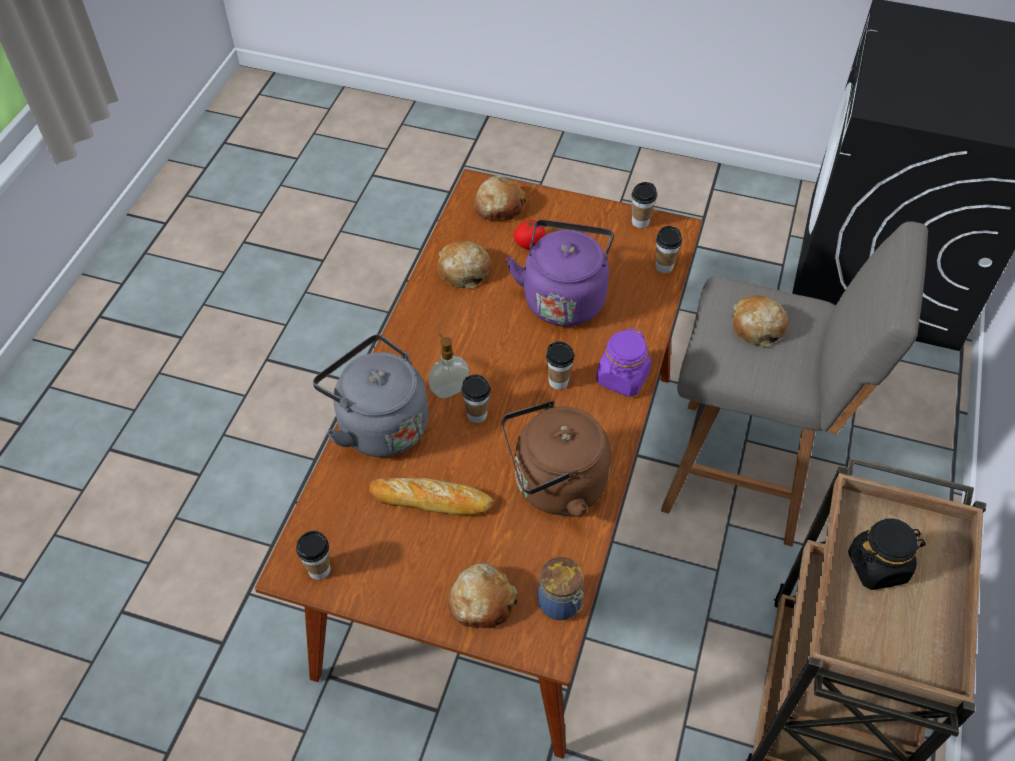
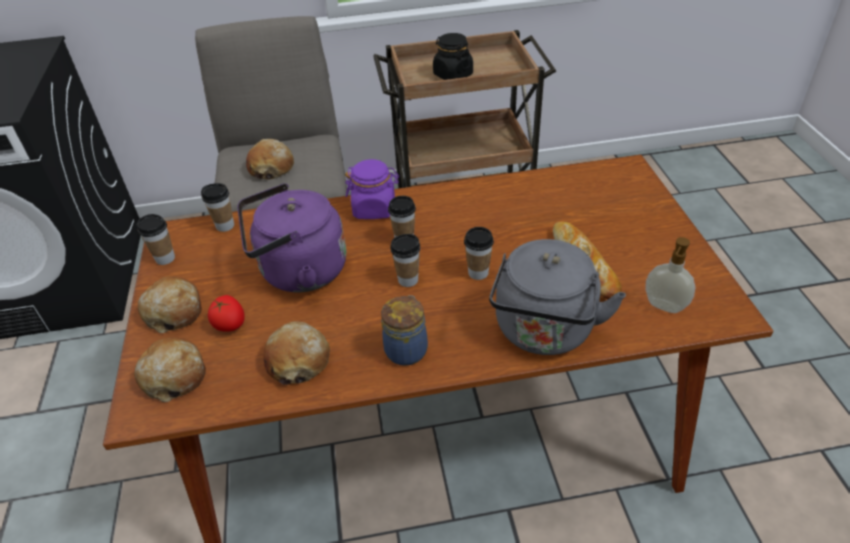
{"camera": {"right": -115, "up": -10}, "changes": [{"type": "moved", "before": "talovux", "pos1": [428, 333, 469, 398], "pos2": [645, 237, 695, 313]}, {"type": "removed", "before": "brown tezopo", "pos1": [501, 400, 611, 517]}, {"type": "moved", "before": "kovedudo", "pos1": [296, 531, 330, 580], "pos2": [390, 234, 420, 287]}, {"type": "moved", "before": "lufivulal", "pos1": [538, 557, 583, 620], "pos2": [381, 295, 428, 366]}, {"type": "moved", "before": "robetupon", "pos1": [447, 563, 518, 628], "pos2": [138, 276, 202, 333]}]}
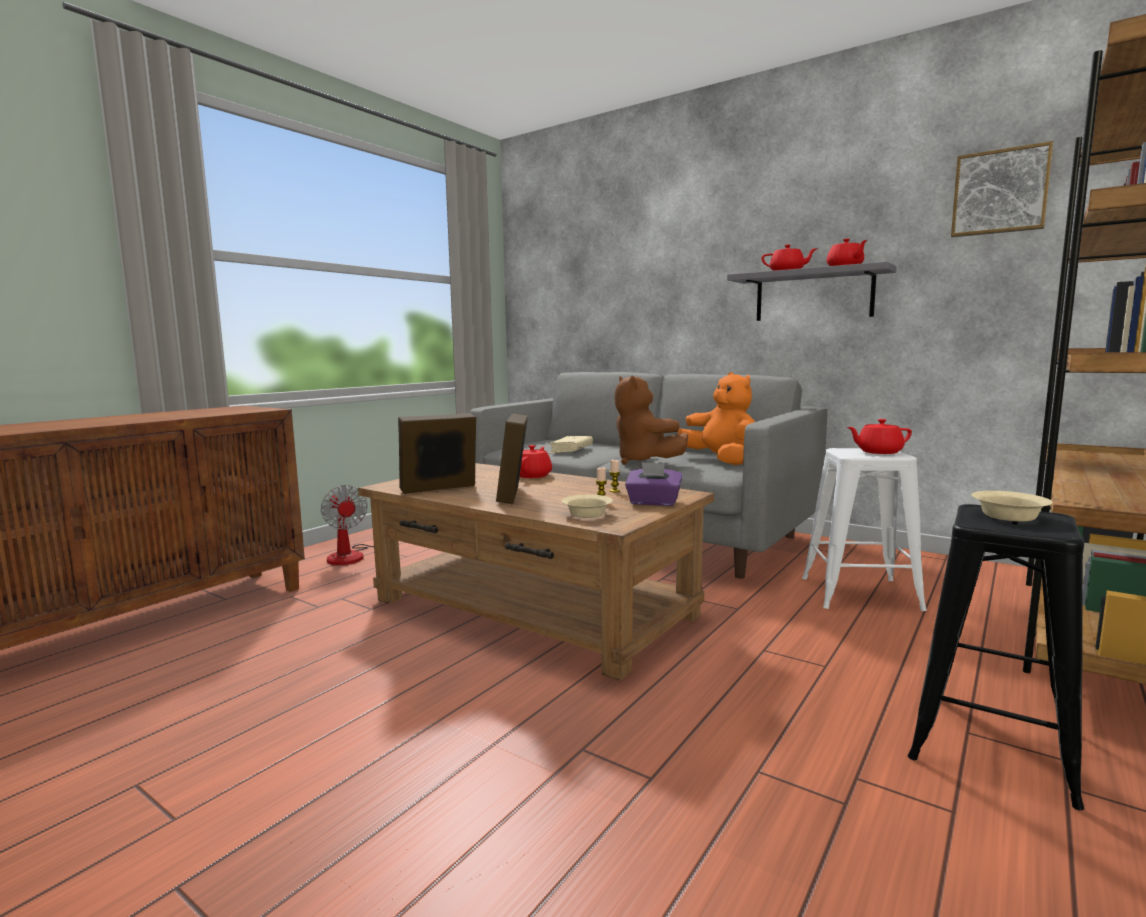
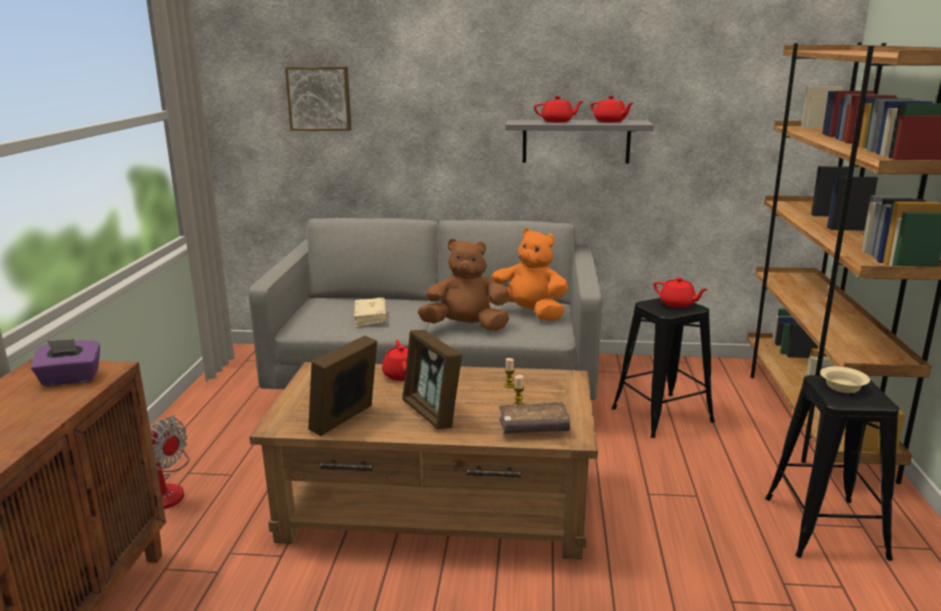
{"camera": {"right": -30, "up": 10}, "changes": [{"type": "moved", "before": "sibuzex", "pos1": [951, 141, 1053, 237], "pos2": [285, 67, 351, 131]}, {"type": "turned", "before": "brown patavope", "pos1": [614, 375, 688, 465], "pos2": [418, 238, 509, 331], "turn": 150}, {"type": "turned", "before": "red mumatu", "pos1": [847, 419, 912, 454], "pos2": [654, 277, 708, 308], "turn": -105}, {"type": "recoloured", "before": "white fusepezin", "after": "black fusepezin", "pos1": [802, 448, 927, 611], "pos2": [612, 298, 715, 438]}, {"type": "moved", "before": "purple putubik", "pos1": [625, 462, 683, 506], "pos2": [31, 339, 100, 386]}, {"type": "replaced", "before": "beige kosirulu", "after": "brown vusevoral", "pos1": [562, 495, 613, 518], "pos2": [499, 402, 570, 434]}]}
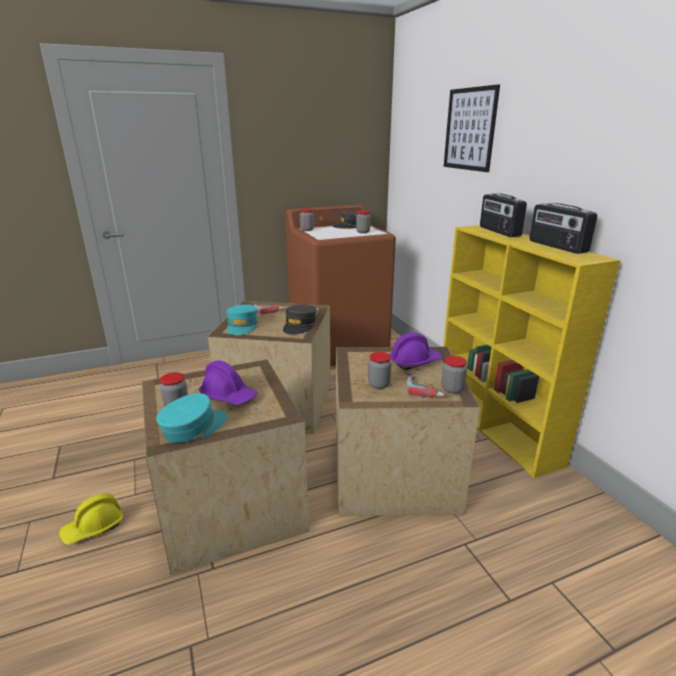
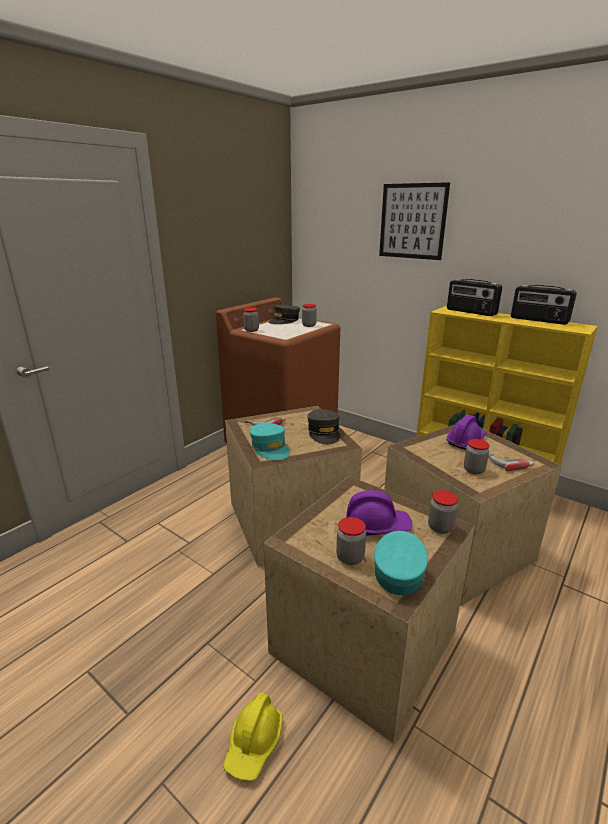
{"camera": {"right": -30, "up": 0}, "changes": [{"type": "moved", "before": "lufivulal", "pos1": [441, 356, 467, 394], "pos2": [428, 490, 458, 534]}]}
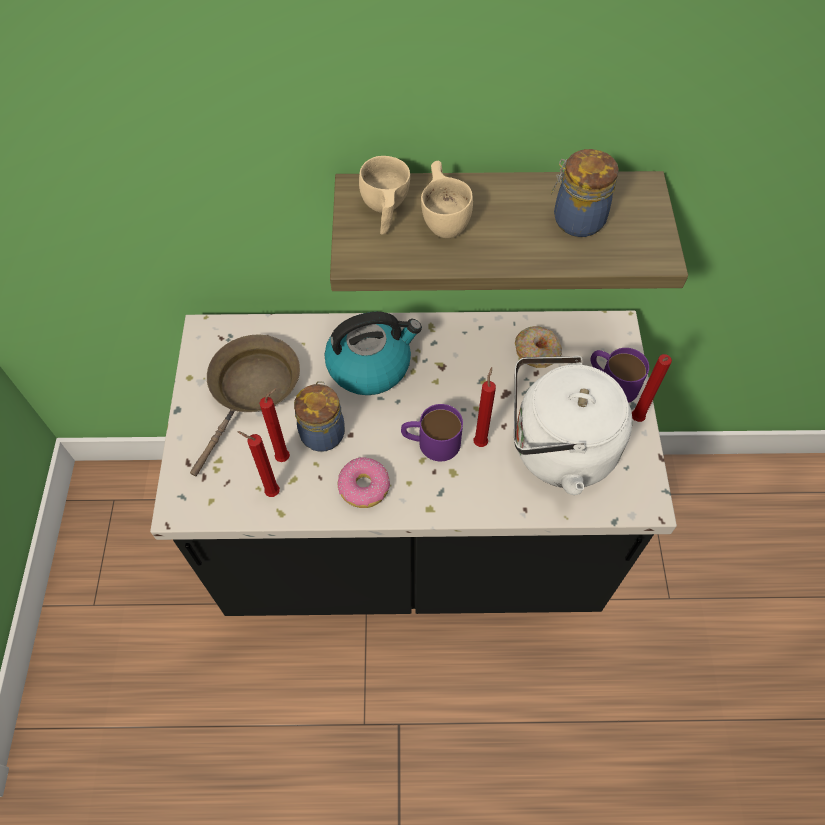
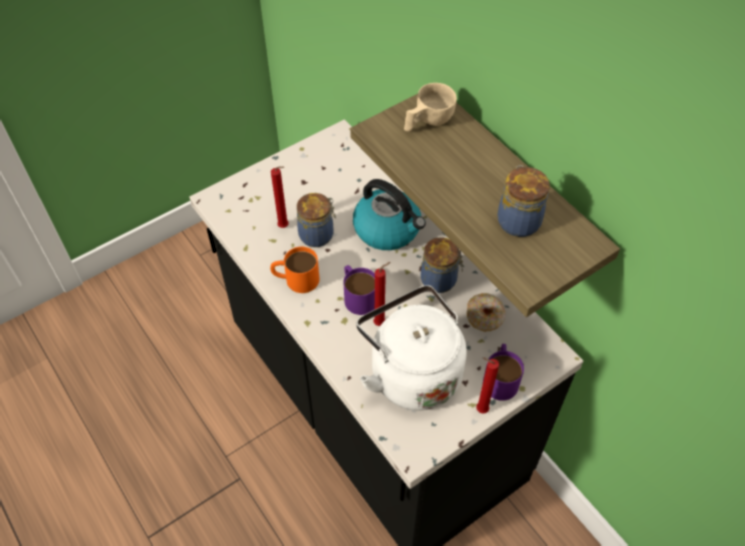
{"camera": {"right": 55, "up": -5}, "changes": [{"type": "removed", "before": "beige kovedudo", "pos1": [421, 161, 473, 238]}, {"type": "removed", "before": "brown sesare", "pos1": [190, 335, 300, 477]}, {"type": "removed", "before": "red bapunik", "pos1": [237, 431, 280, 497]}, {"type": "replaced", "before": "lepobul", "after": "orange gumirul", "pos1": [338, 457, 390, 508], "pos2": [270, 247, 320, 293]}, {"type": "added", "after": "lufivulal", "pos2": [421, 237, 464, 293]}]}
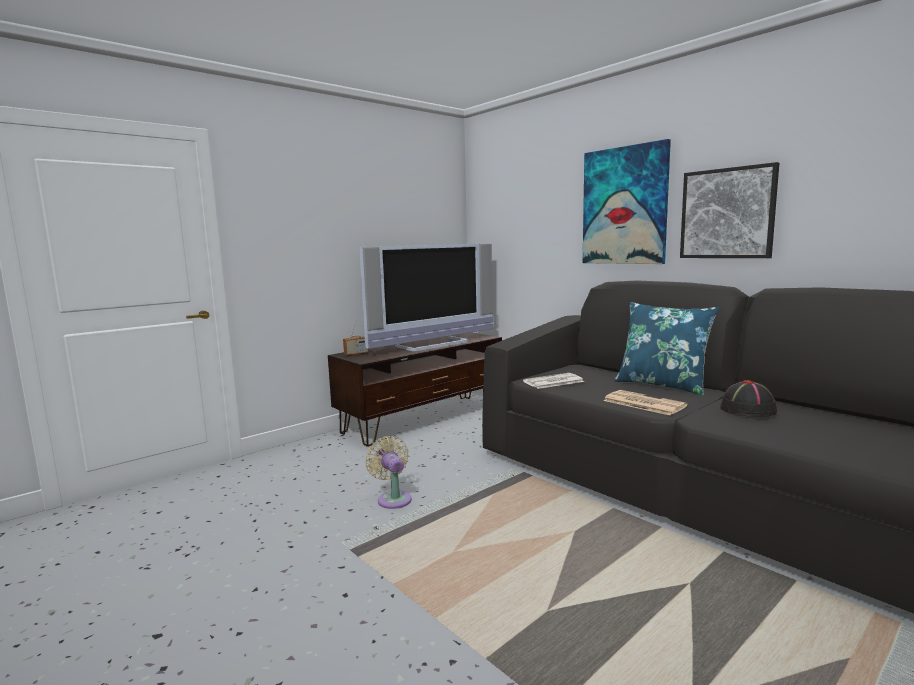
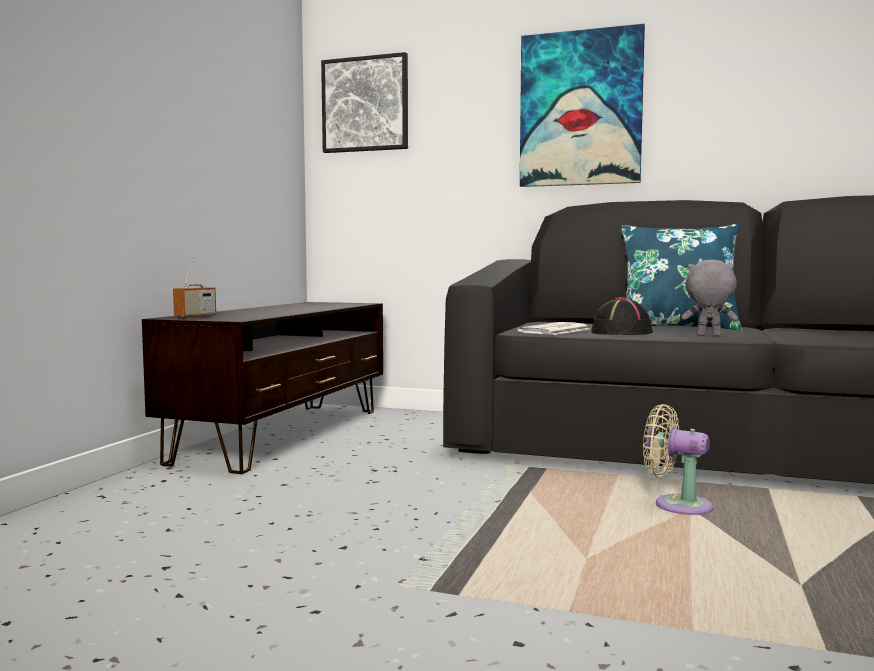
{"camera": {"right": -30, "up": -5}, "changes": [{"type": "moved", "before": "sibuzex", "pos1": [680, 162, 779, 258], "pos2": [321, 52, 408, 153]}, {"type": "removed", "before": "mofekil", "pos1": [359, 243, 494, 351]}, {"type": "moved", "before": "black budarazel", "pos1": [720, 380, 777, 417], "pos2": [591, 297, 653, 335]}, {"type": "replaced", "before": "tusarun", "after": "grey patavope", "pos1": [603, 390, 687, 415], "pos2": [681, 260, 738, 336]}, {"type": "moved", "before": "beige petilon", "pos1": [366, 436, 412, 509], "pos2": [643, 404, 713, 515]}]}
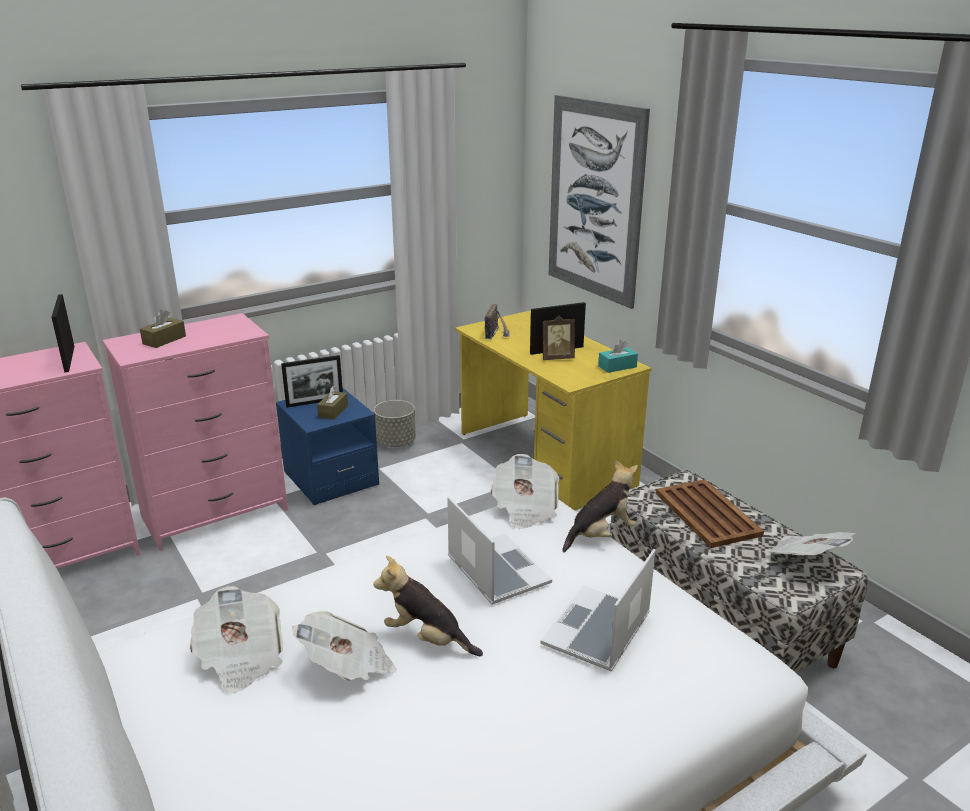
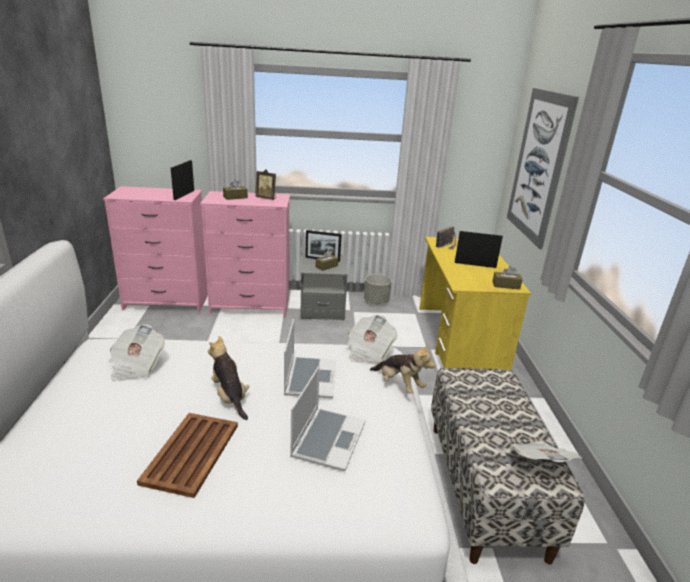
{"camera": {"right": 30, "up": 0}, "changes": [{"type": "moved", "before": "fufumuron", "pos1": [543, 316, 575, 360], "pos2": [255, 170, 276, 200]}, {"type": "recoloured", "before": "turquoise putubik", "after": "brown putubik", "pos1": [598, 340, 638, 373], "pos2": [492, 266, 523, 290]}, {"type": "recoloured", "before": "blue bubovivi", "after": "grey bubovivi", "pos1": [276, 387, 379, 505], "pos2": [300, 254, 348, 320]}, {"type": "turned", "before": "patavope", "pos1": [562, 460, 638, 553], "pos2": [370, 345, 435, 394], "turn": 45}, {"type": "moved", "before": "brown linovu", "pos1": [656, 479, 764, 548], "pos2": [137, 413, 238, 498]}, {"type": "turned", "before": "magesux", "pos1": [540, 549, 655, 671], "pos2": [290, 366, 366, 472], "turn": 135}, {"type": "removed", "before": "tusarun", "pos1": [292, 611, 397, 681]}]}
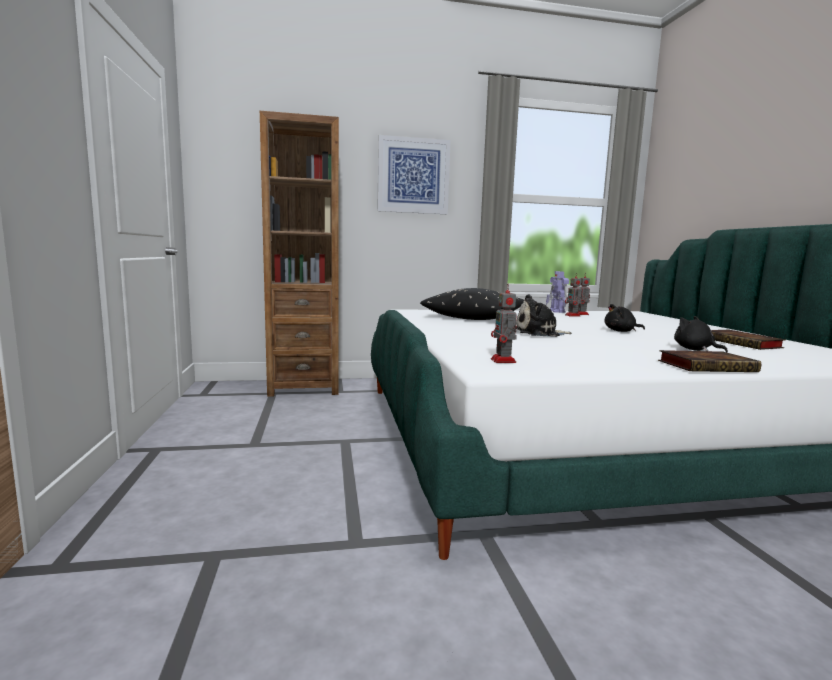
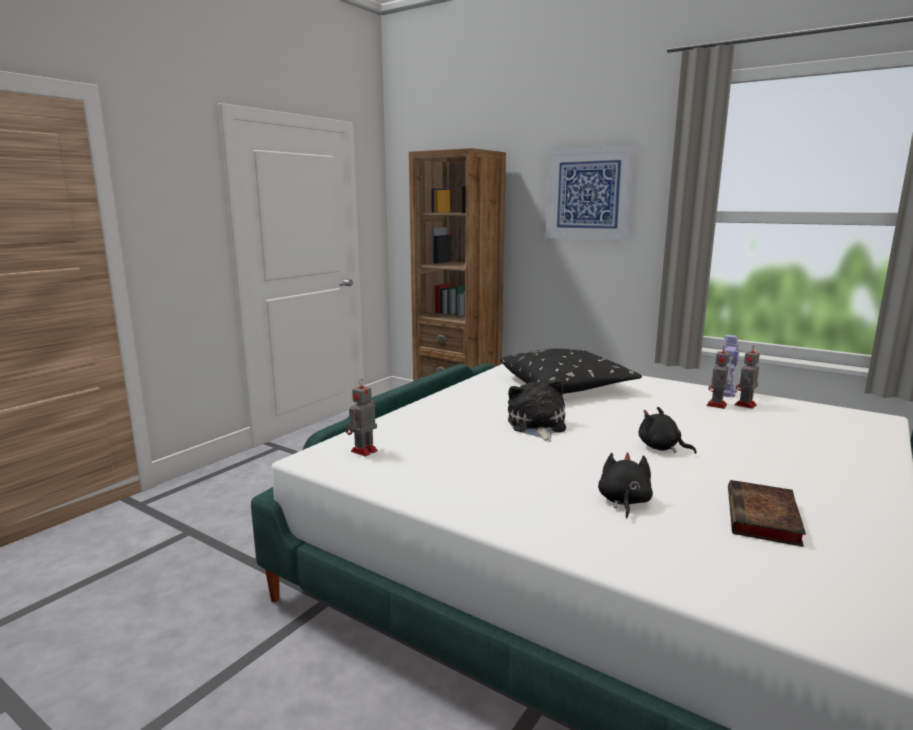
{"camera": {"right": 45, "up": 5}, "changes": [{"type": "turned", "before": "patavope", "pos1": [516, 294, 572, 337], "pos2": [508, 380, 566, 442], "turn": 45}, {"type": "removed", "before": "vusevoral", "pos1": [658, 350, 761, 372]}]}
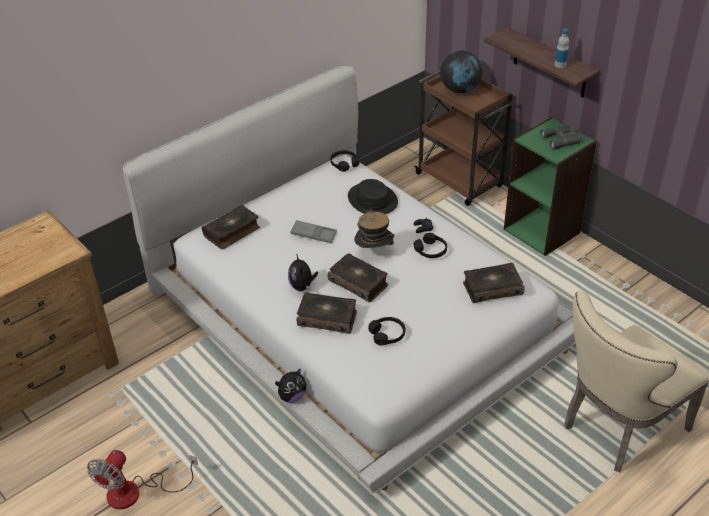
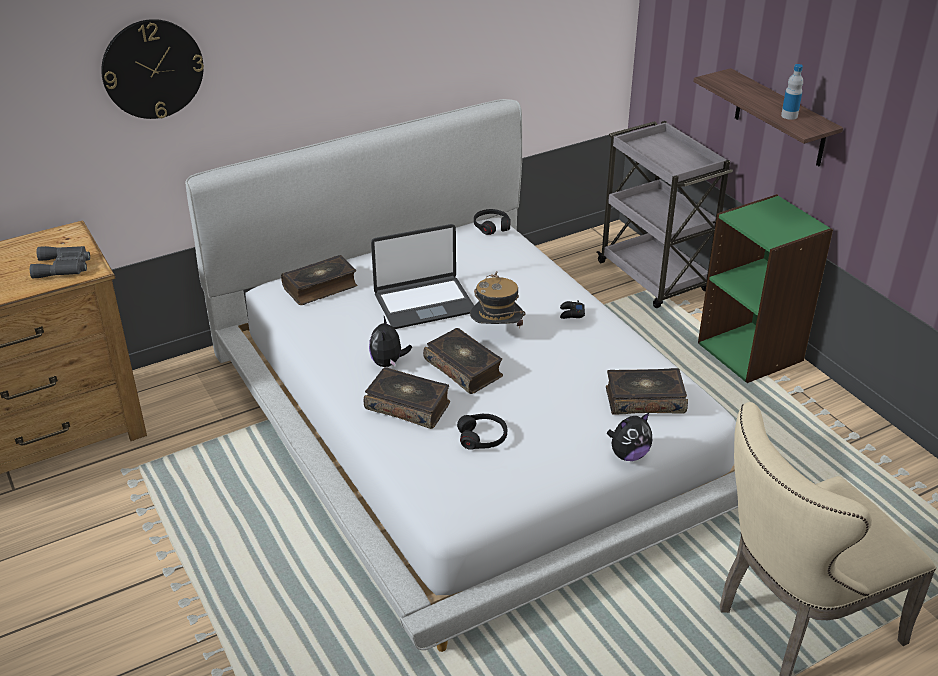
{"camera": {"right": 10, "up": -5}, "changes": [{"type": "removed", "before": "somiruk", "pos1": [440, 50, 482, 93]}, {"type": "recoloured", "before": "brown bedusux", "after": "grey bedusux", "pos1": [414, 70, 516, 206], "pos2": [597, 121, 733, 308]}, {"type": "moved", "before": "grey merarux", "pos1": [540, 125, 581, 150], "pos2": [30, 246, 90, 278]}, {"type": "removed", "before": "black budarazel", "pos1": [348, 179, 398, 214]}, {"type": "replaced", "before": "grey linovu", "after": "magesux", "pos1": [291, 220, 337, 243], "pos2": [371, 224, 474, 329]}, {"type": "removed", "before": "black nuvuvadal", "pos1": [413, 233, 447, 258]}, {"type": "moved", "before": "patavope", "pos1": [275, 368, 306, 403], "pos2": [607, 413, 652, 461]}, {"type": "removed", "before": "petilon", "pos1": [87, 450, 198, 509]}, {"type": "added", "after": "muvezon", "pos2": [101, 19, 204, 119]}]}
